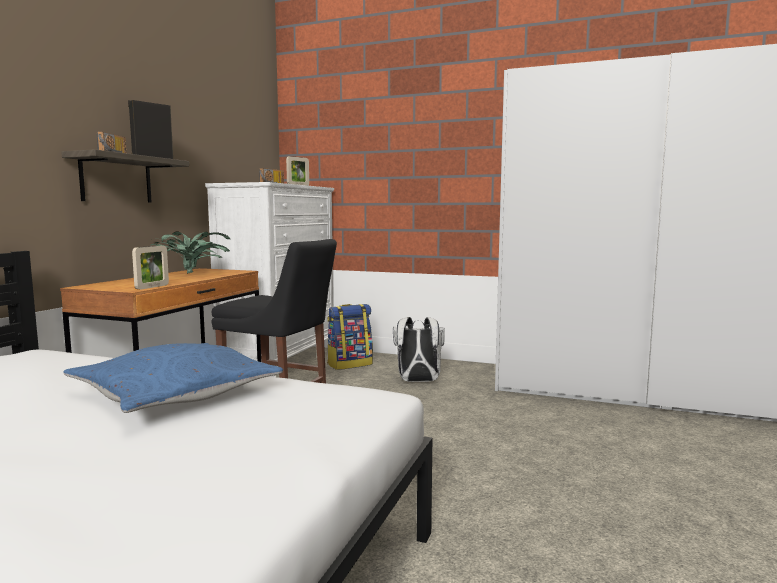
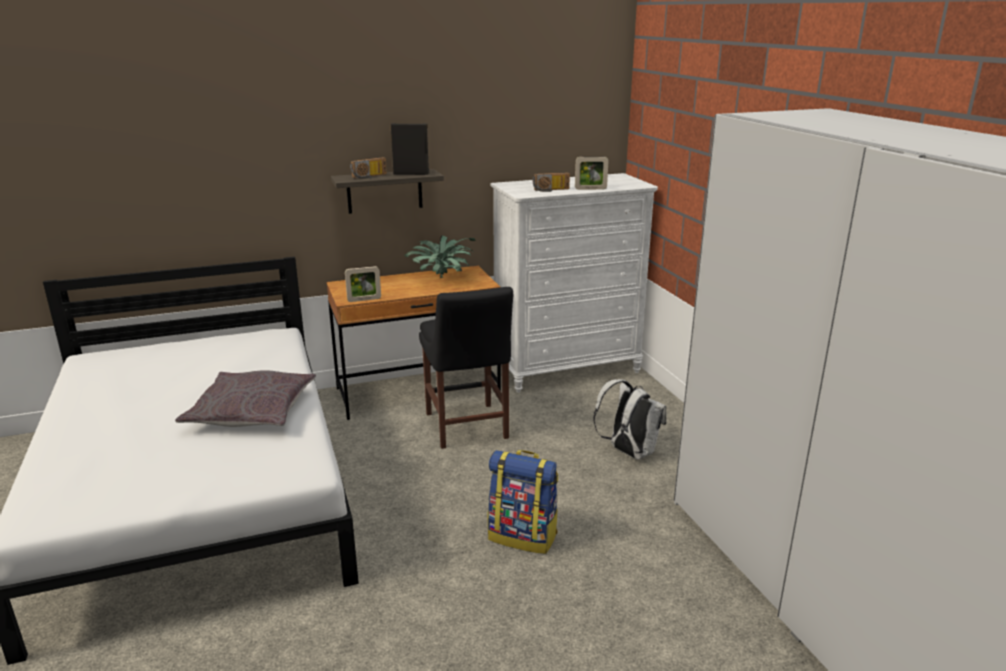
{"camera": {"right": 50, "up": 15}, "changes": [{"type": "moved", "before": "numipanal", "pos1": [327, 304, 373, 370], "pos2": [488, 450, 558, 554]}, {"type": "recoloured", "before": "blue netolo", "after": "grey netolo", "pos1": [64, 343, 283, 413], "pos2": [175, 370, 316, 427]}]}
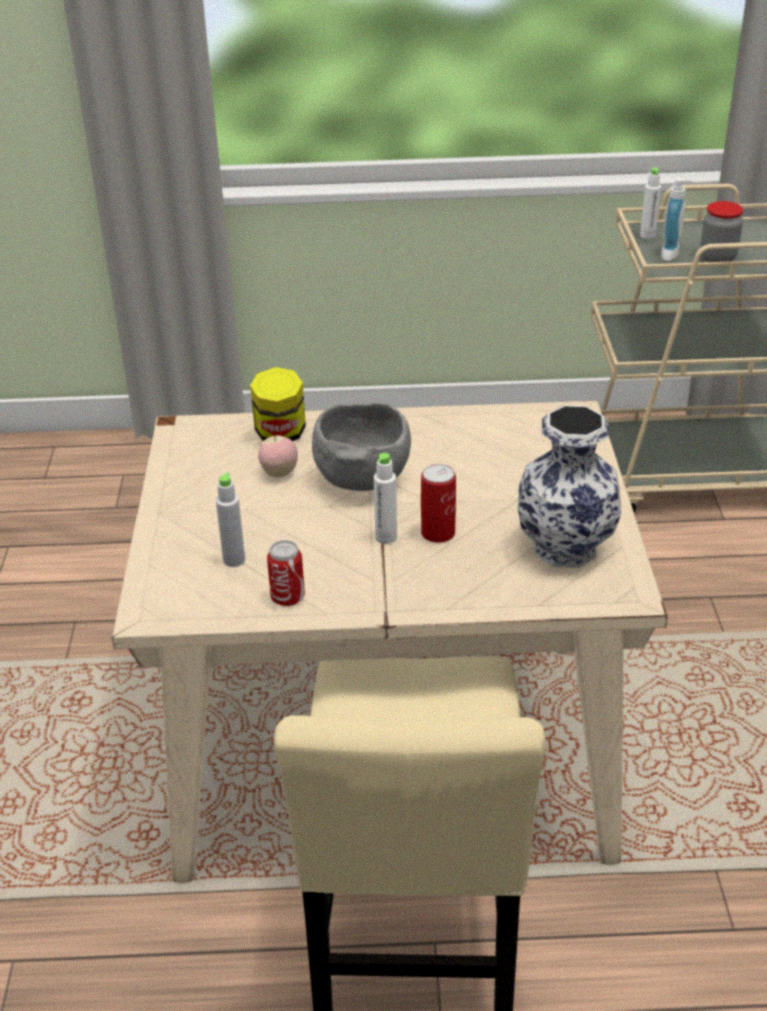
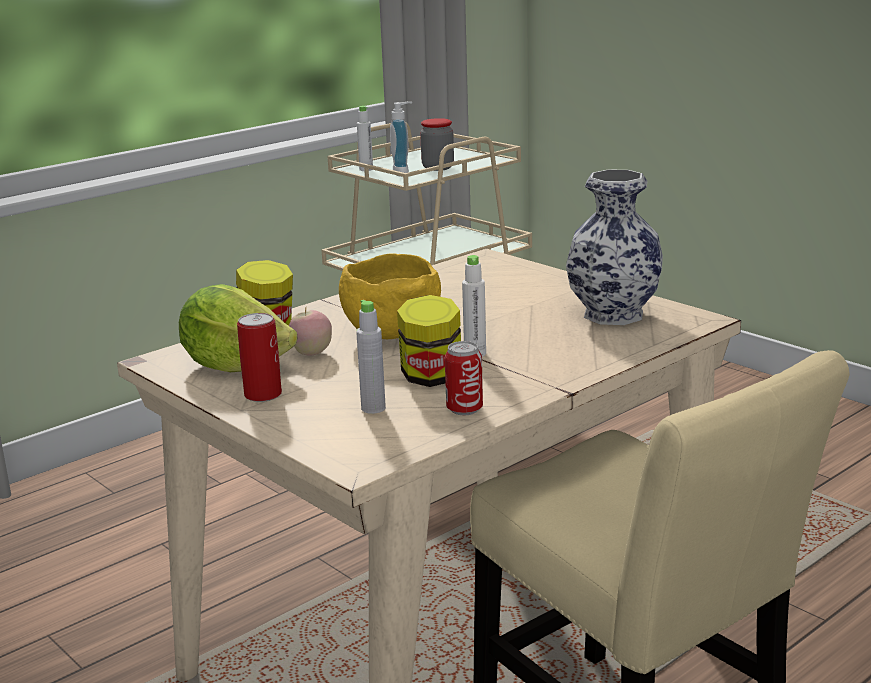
{"camera": {"right": -40, "up": -15}, "changes": [{"type": "recoloured", "before": "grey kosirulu", "after": "yellow kosirulu", "pos1": [312, 403, 411, 491], "pos2": [339, 254, 441, 339]}, {"type": "moved", "before": "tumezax", "pos1": [421, 464, 456, 543], "pos2": [237, 313, 282, 402]}, {"type": "added", "after": "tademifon", "pos2": [179, 284, 298, 372]}, {"type": "added", "after": "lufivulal", "pos2": [397, 295, 461, 387]}]}
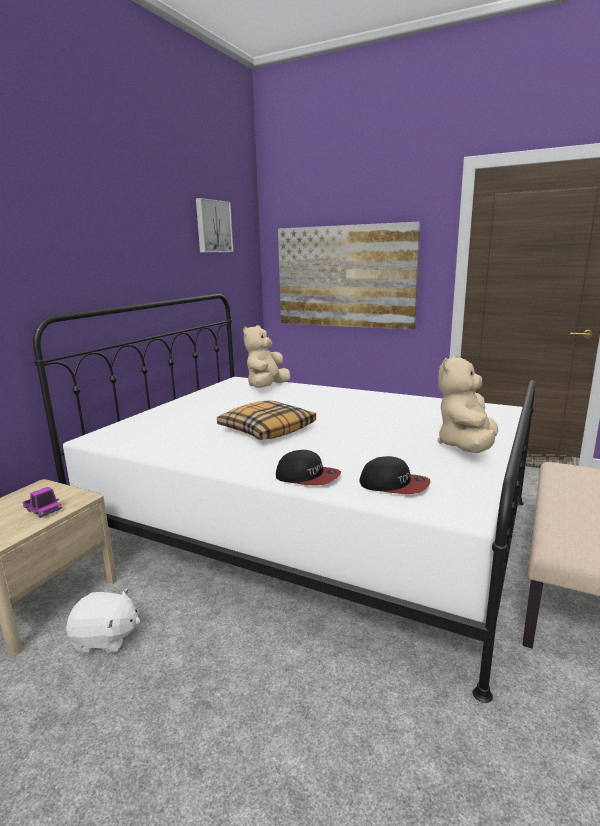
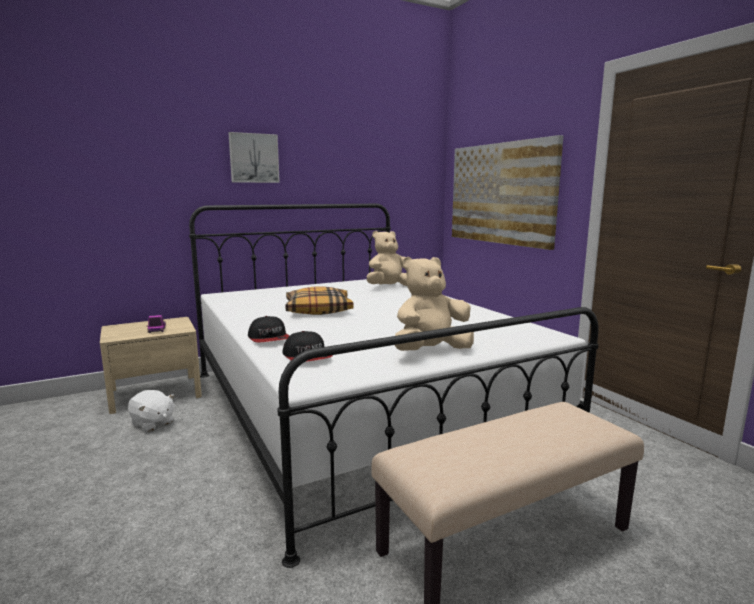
{"camera": {"right": 35, "up": -5}, "changes": [{"type": "moved", "before": "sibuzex", "pos1": [196, 198, 233, 253], "pos2": [228, 132, 280, 183]}]}
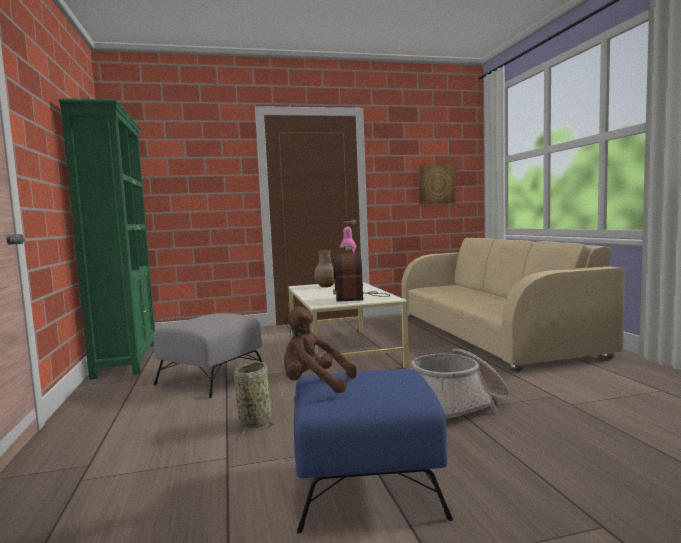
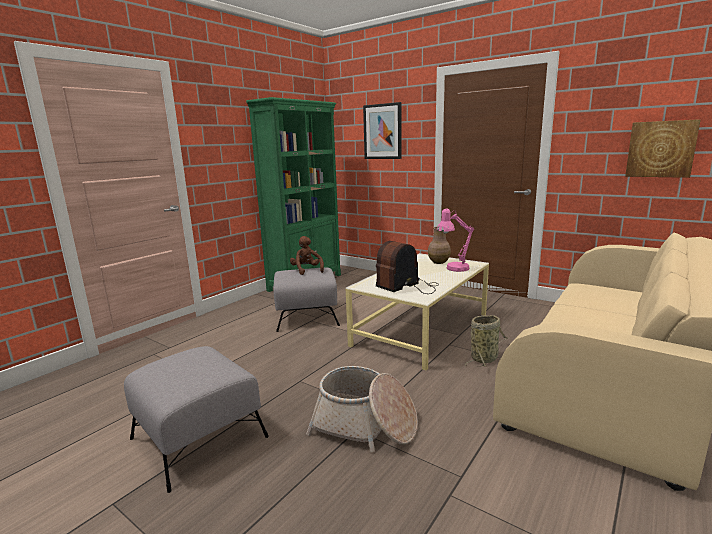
{"camera": {"right": 50, "up": 10}, "changes": [{"type": "moved", "before": "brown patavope", "pos1": [284, 307, 357, 393], "pos2": [290, 236, 324, 275]}, {"type": "moved", "before": "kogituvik", "pos1": [234, 361, 275, 437], "pos2": [465, 315, 507, 367]}, {"type": "recoloured", "before": "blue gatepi", "after": "grey gatepi", "pos1": [294, 369, 453, 533], "pos2": [124, 346, 269, 493]}, {"type": "added", "after": "sibuzex", "pos2": [363, 102, 402, 159]}]}
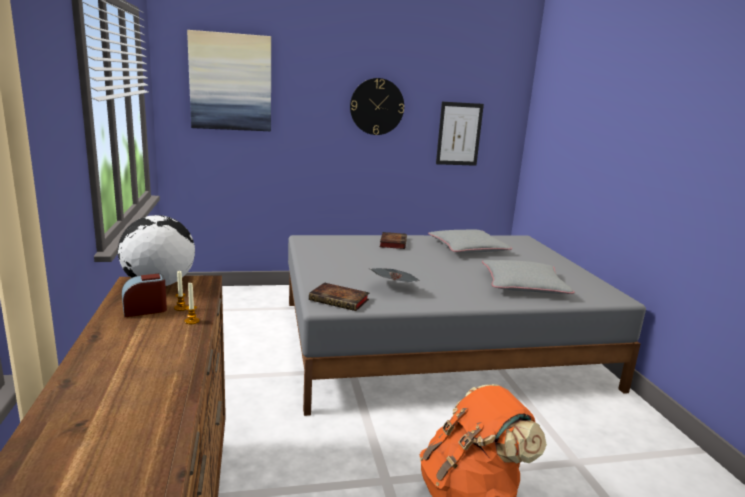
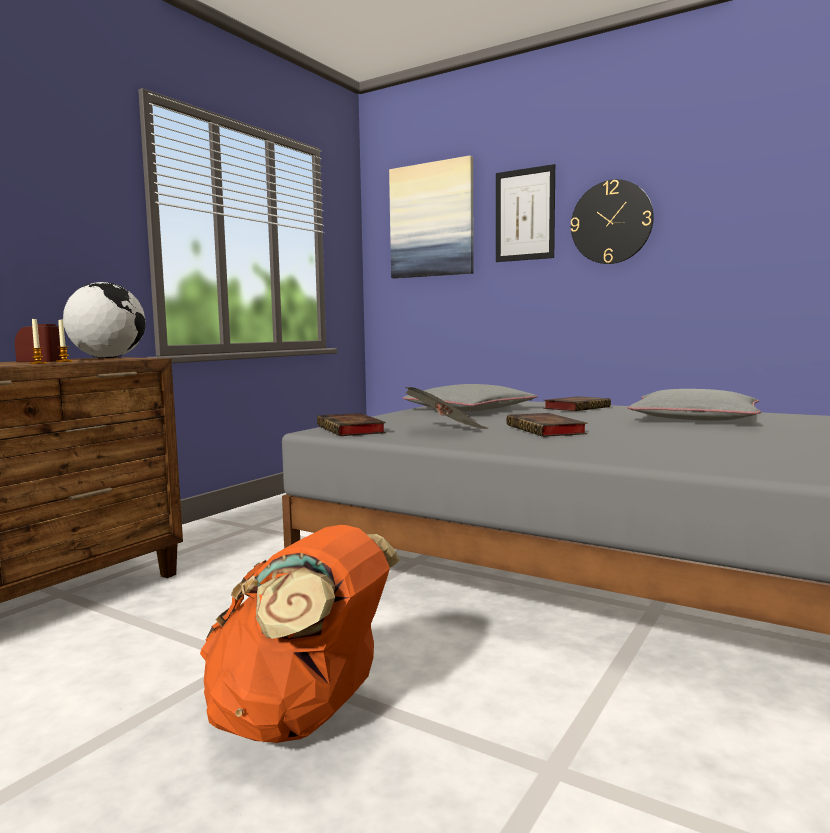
{"camera": {"right": 45, "up": -10}, "changes": [{"type": "moved", "before": "sibuzex", "pos1": [436, 102, 484, 166], "pos2": [496, 164, 555, 262]}, {"type": "moved", "before": "grey netolo", "pos1": [482, 260, 574, 294], "pos2": [403, 384, 538, 412]}, {"type": "added", "after": "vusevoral", "pos2": [507, 413, 588, 437]}]}
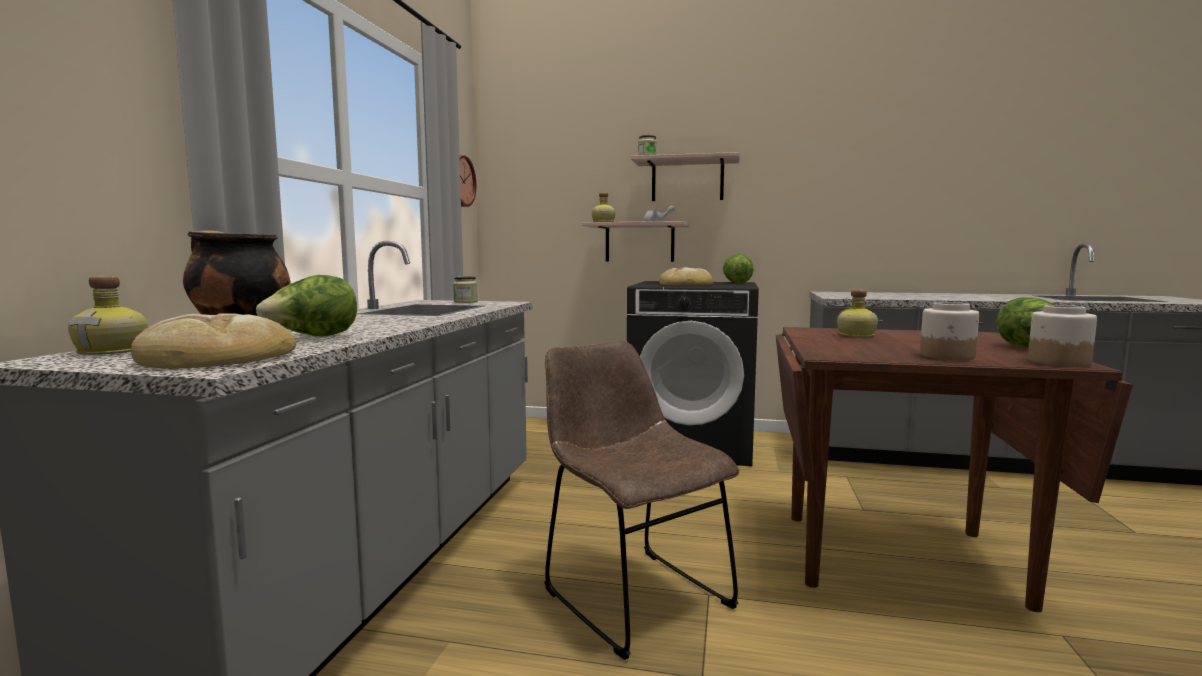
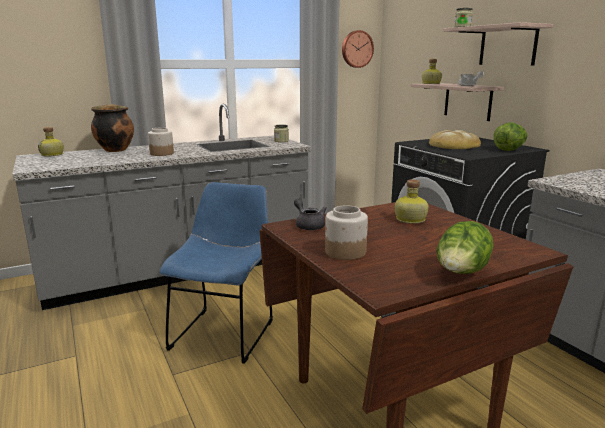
{"camera": {"right": 50, "up": 10}, "changes": [{"type": "removed", "before": "tademifon", "pos1": [256, 275, 357, 337]}, {"type": "moved", "before": "lufivulal", "pos1": [1028, 305, 1097, 367], "pos2": [148, 127, 174, 156]}, {"type": "removed", "before": "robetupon", "pos1": [131, 313, 296, 369]}, {"type": "recoloured", "before": "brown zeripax", "after": "blue zeripax", "pos1": [544, 341, 739, 660], "pos2": [160, 182, 273, 364]}, {"type": "added", "after": "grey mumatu", "pos2": [294, 198, 327, 230]}]}
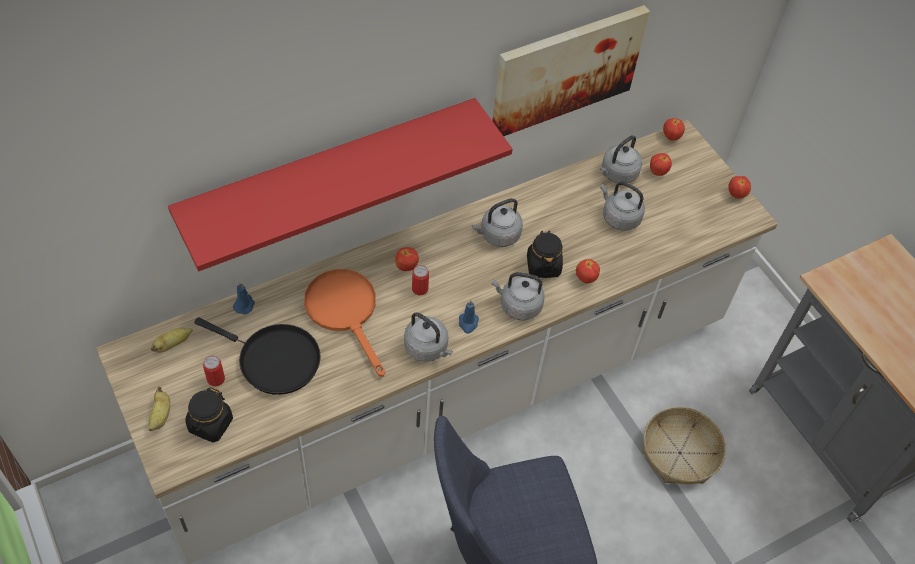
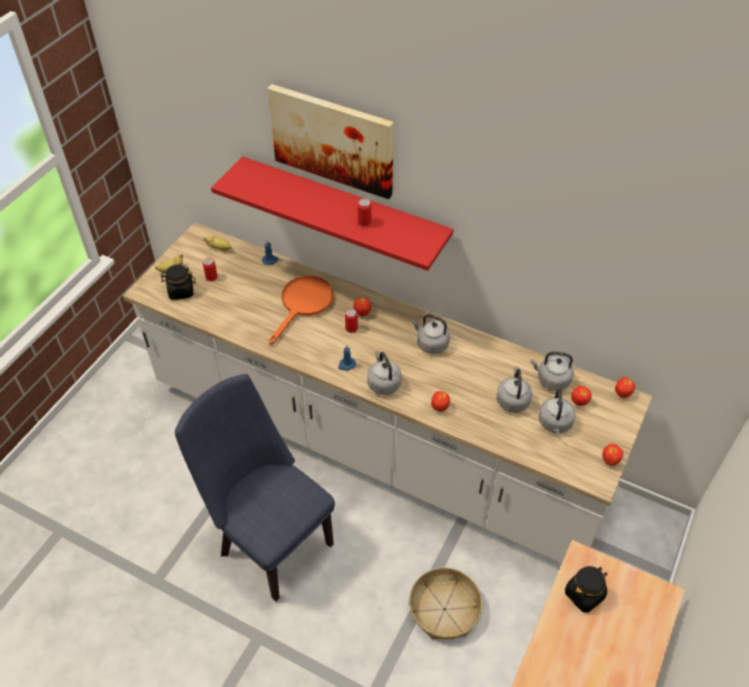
{"camera": {"right": 60, "up": -5}, "changes": [{"type": "moved", "before": "sibuzex", "pos1": [492, 5, 650, 136], "pos2": [268, 84, 394, 199]}, {"type": "moved", "before": "black lufivulal", "pos1": [527, 231, 563, 278], "pos2": [565, 566, 607, 613]}, {"type": "moved", "before": "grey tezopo", "pos1": [404, 312, 453, 362], "pos2": [538, 389, 576, 434]}, {"type": "removed", "before": "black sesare", "pos1": [194, 317, 321, 395]}, {"type": "added", "after": "tumezax", "pos2": [358, 198, 371, 226]}]}
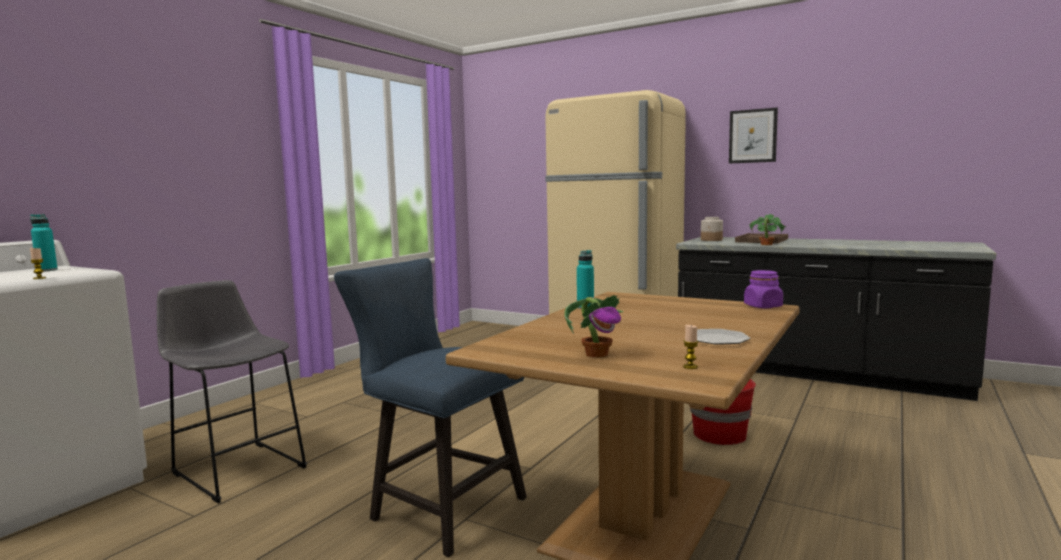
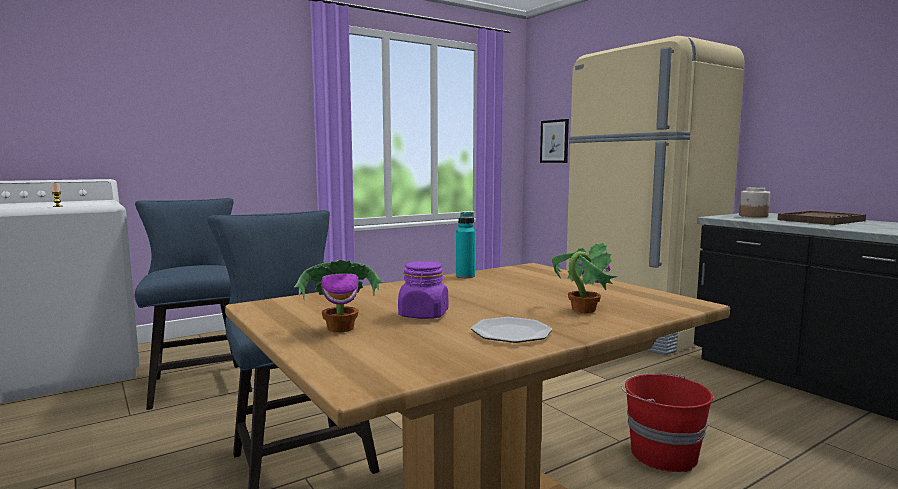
{"camera": {"right": 25, "up": 0}, "changes": [{"type": "moved", "before": "sibuzex", "pos1": [729, 108, 778, 164], "pos2": [540, 119, 569, 163]}, {"type": "removed", "before": "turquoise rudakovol", "pos1": [30, 214, 58, 272]}, {"type": "moved", "before": "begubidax", "pos1": [750, 214, 786, 245], "pos2": [552, 242, 618, 313]}, {"type": "moved", "before": "purple lufivulal", "pos1": [744, 270, 783, 308], "pos2": [398, 261, 448, 319]}, {"type": "replaced", "before": "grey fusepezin", "after": "blue zeripax", "pos1": [157, 280, 307, 503], "pos2": [135, 198, 252, 410]}, {"type": "removed", "before": "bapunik", "pos1": [683, 325, 698, 369]}]}
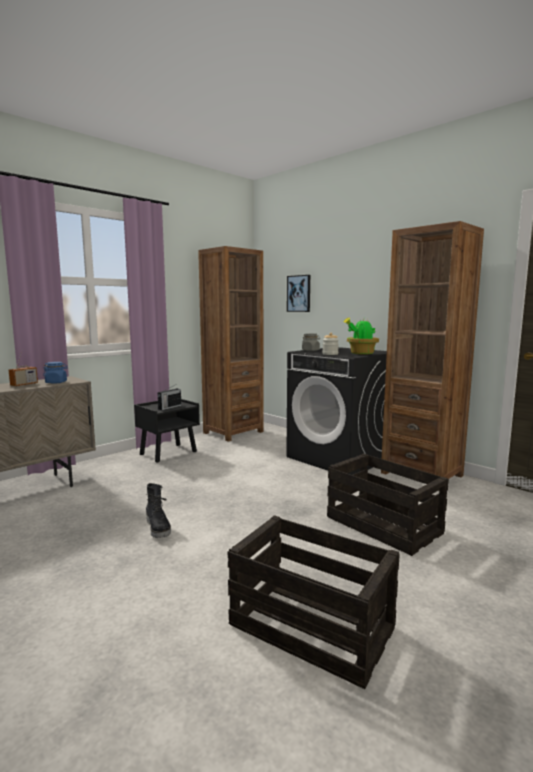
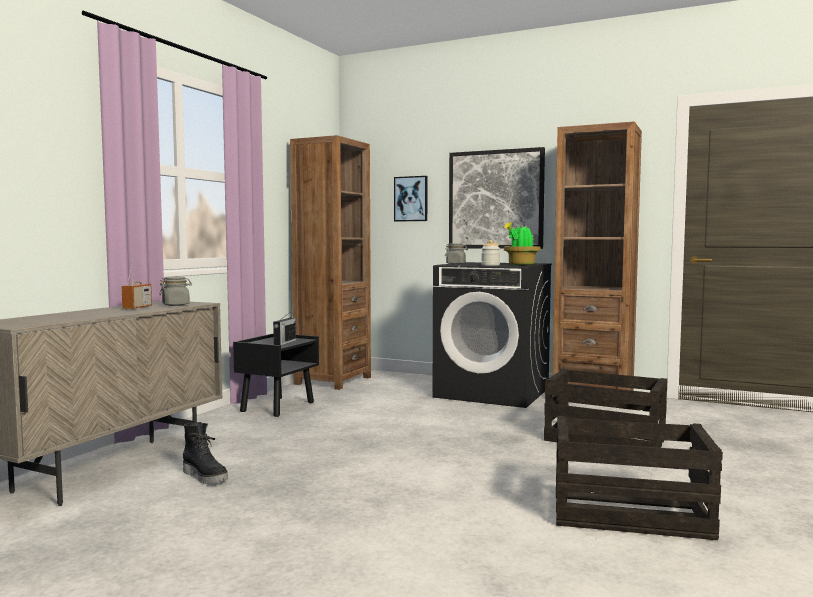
{"camera": {"right": -20, "up": -5}, "changes": [{"type": "recoloured", "before": "blue lufivulal", "after": "grey lufivulal", "pos1": [43, 362, 68, 384], "pos2": [159, 277, 192, 306]}, {"type": "moved", "before": "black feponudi", "pos1": [146, 483, 171, 538], "pos2": [183, 422, 228, 484]}, {"type": "added", "after": "sibuzex", "pos2": [449, 147, 545, 249]}]}
